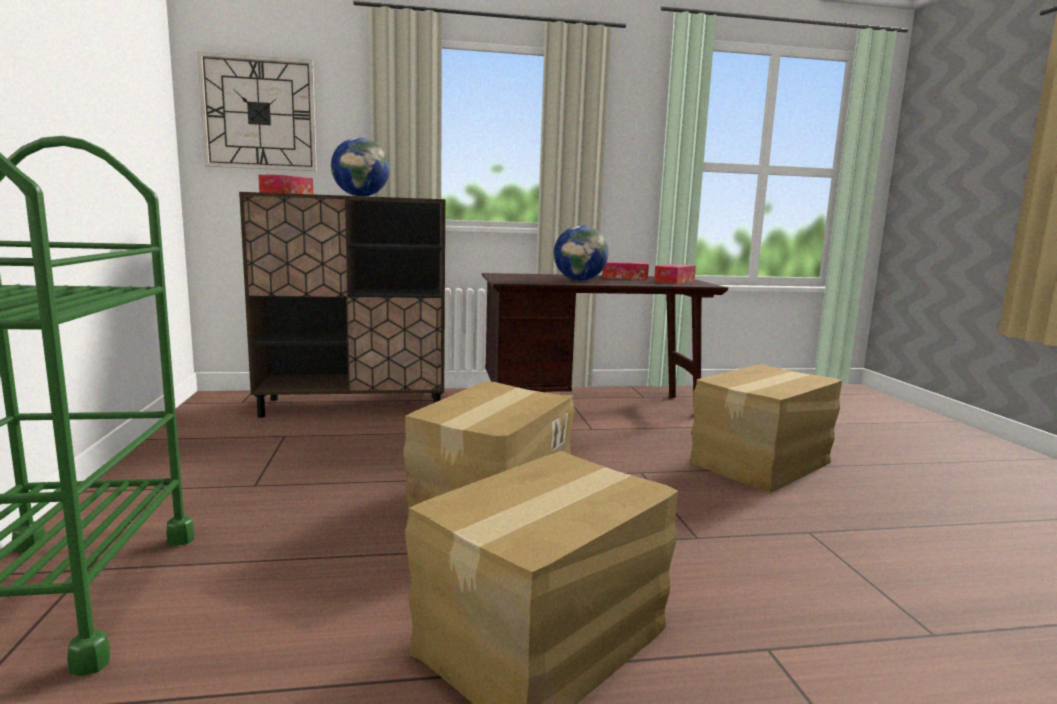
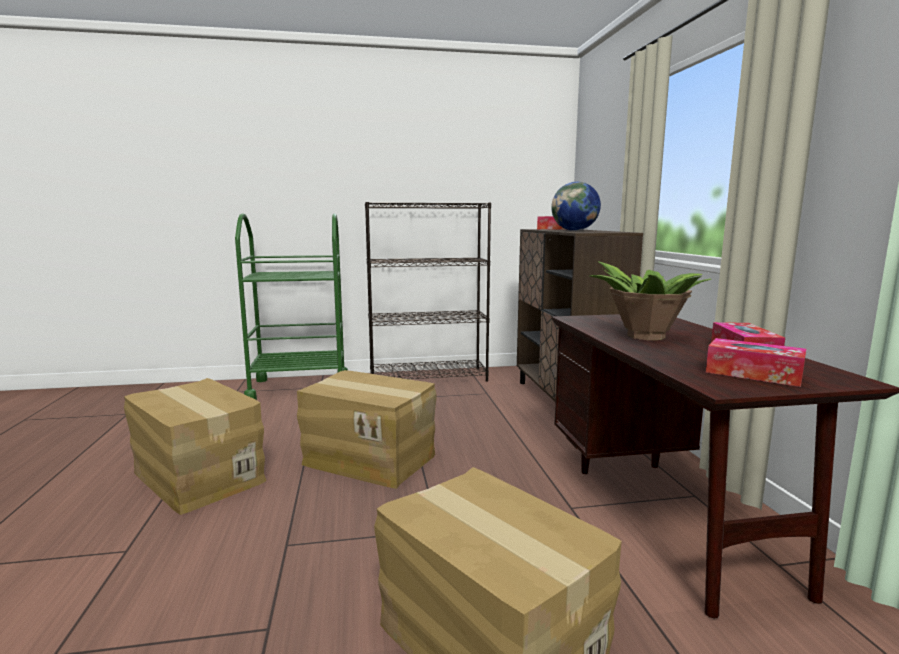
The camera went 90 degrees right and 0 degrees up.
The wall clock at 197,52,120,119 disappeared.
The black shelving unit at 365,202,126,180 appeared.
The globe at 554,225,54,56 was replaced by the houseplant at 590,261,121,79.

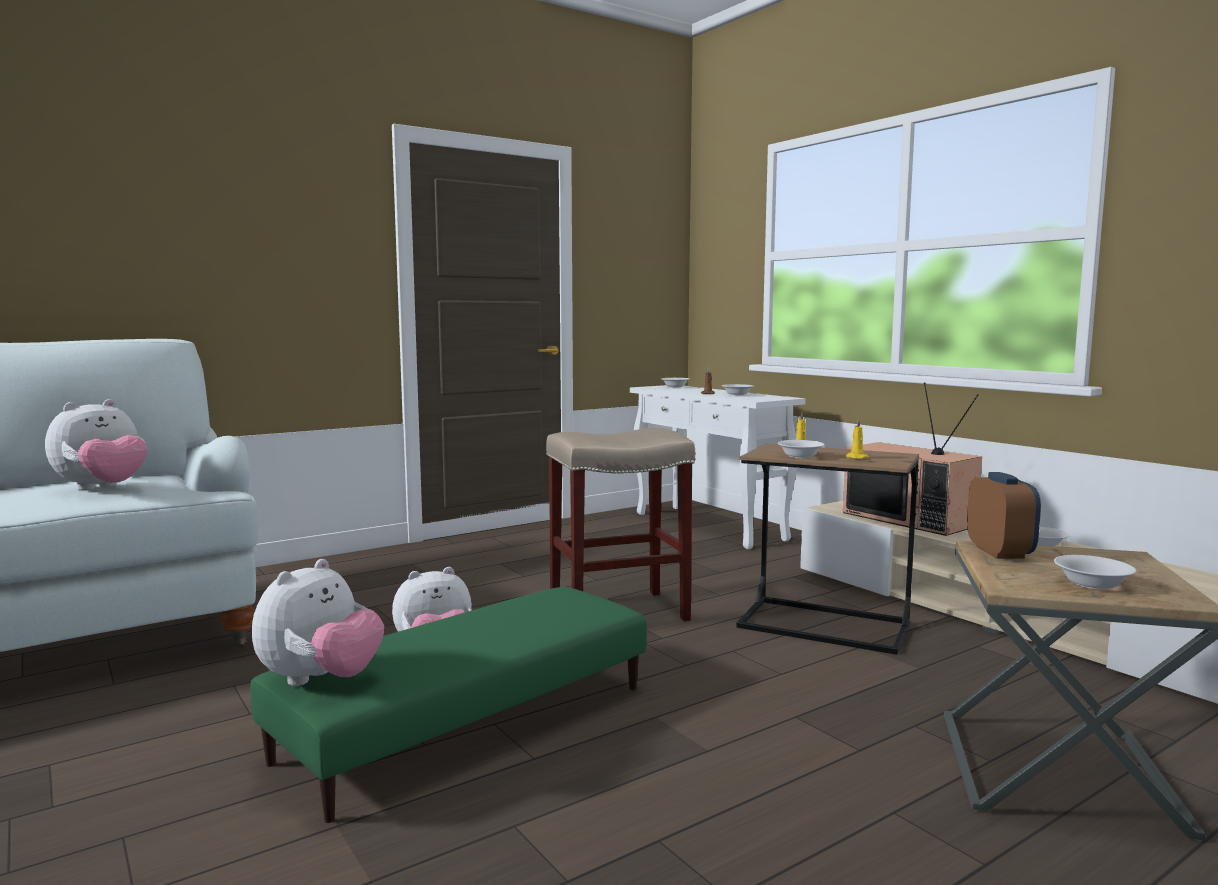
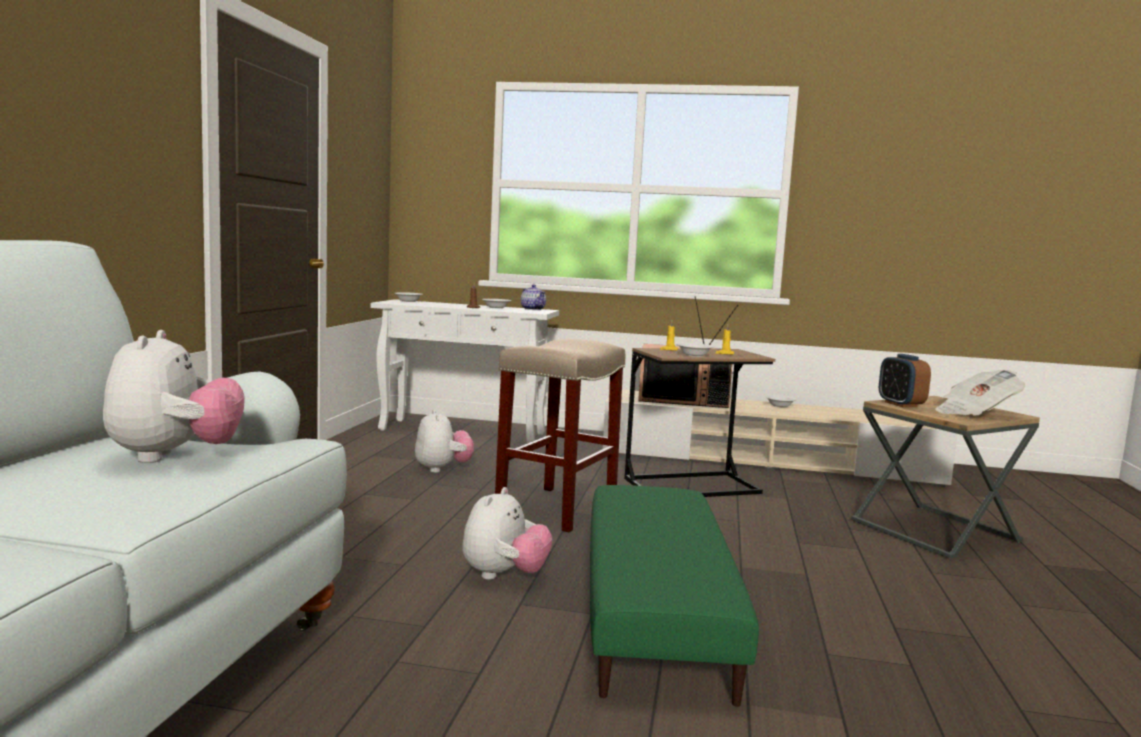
The camera went 45 degrees left and 0 degrees up.
The tea pot at 521,284,25,26 appeared.
The cuddly toy moved from 252,559,132,127 to 415,409,59,64.
The white deep dish at 1054,555,82,35 was replaced by the daily paper at 935,370,90,46.
The table clock at 967,472,74,87 turned 150 degrees counterclockwise.

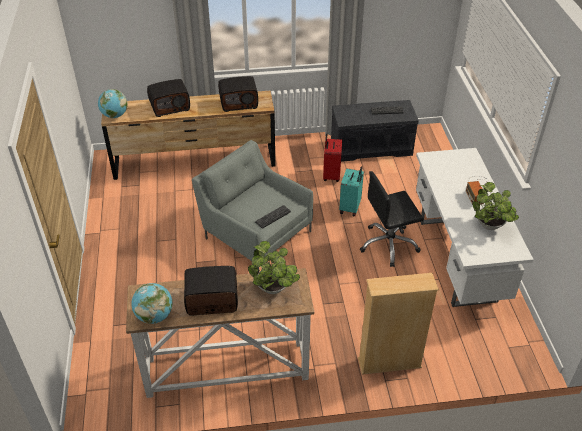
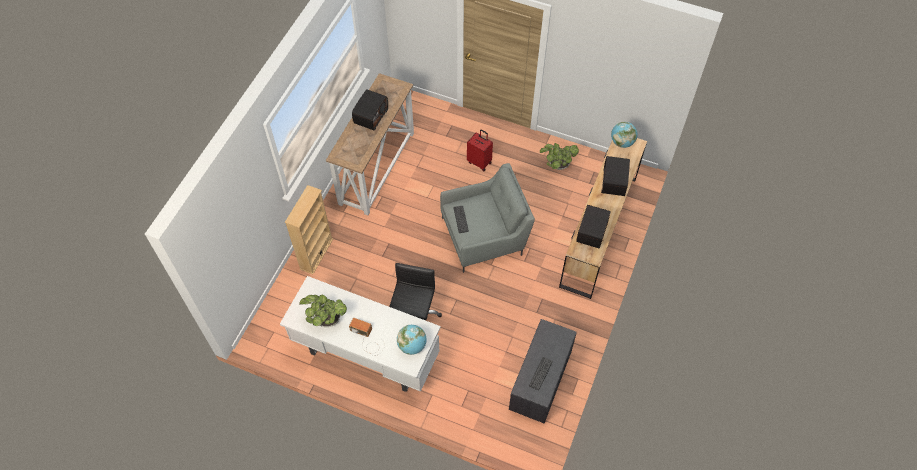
The camera went 120 degrees right and 15 degrees up.
The turquoise-coloured travel case at 339,166,25,51 disappeared.
The globe moved from 131,283,41,41 to 397,325,29,30.
The houseplant moved from 248,241,52,53 to 540,143,39,27.
The reddish travel case moved from 323,134,19,48 to 467,129,26,42.

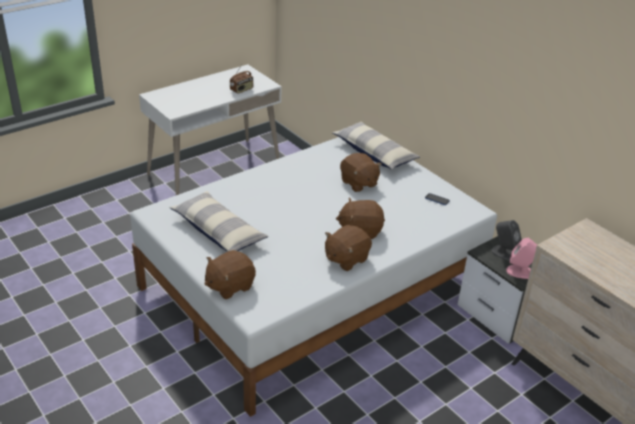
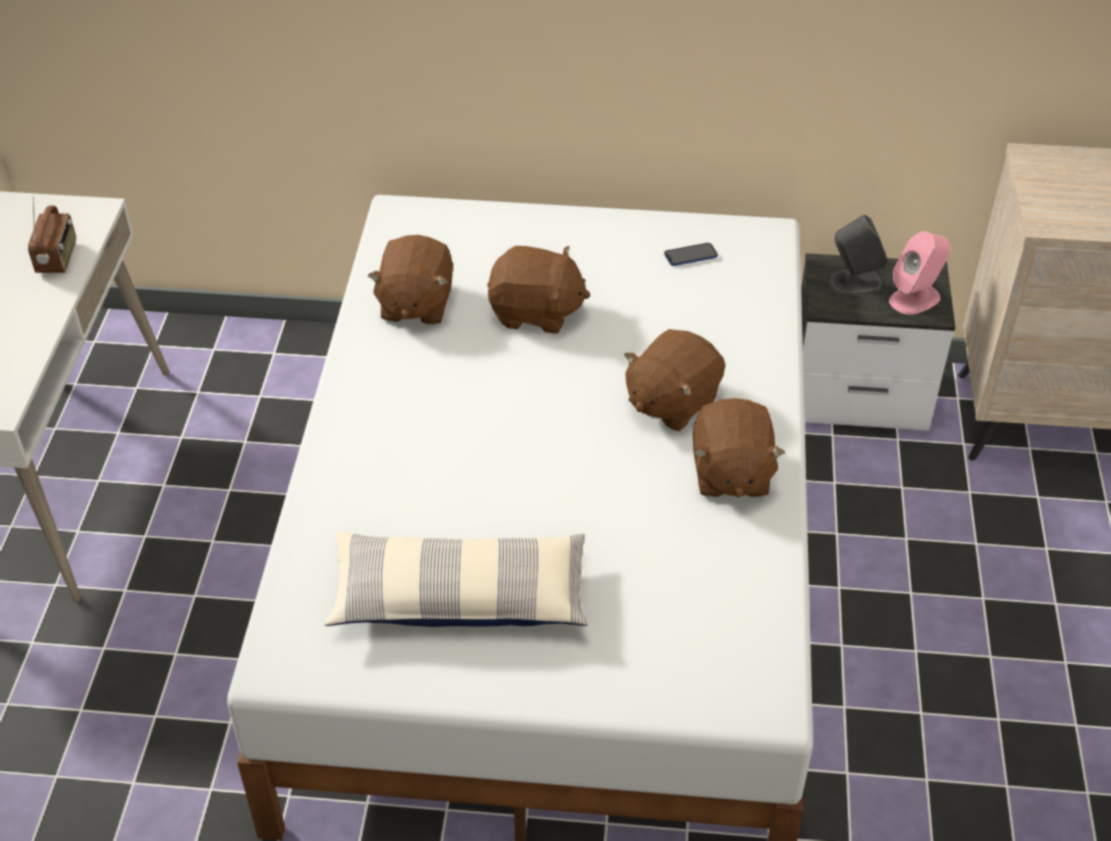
The camera went 45 degrees left and 10 degrees up.
The throw pillow at 332,122,88,48 disappeared.
The brown-coloured cuddly toy moved from 204,250,52,49 to 368,235,85,90.

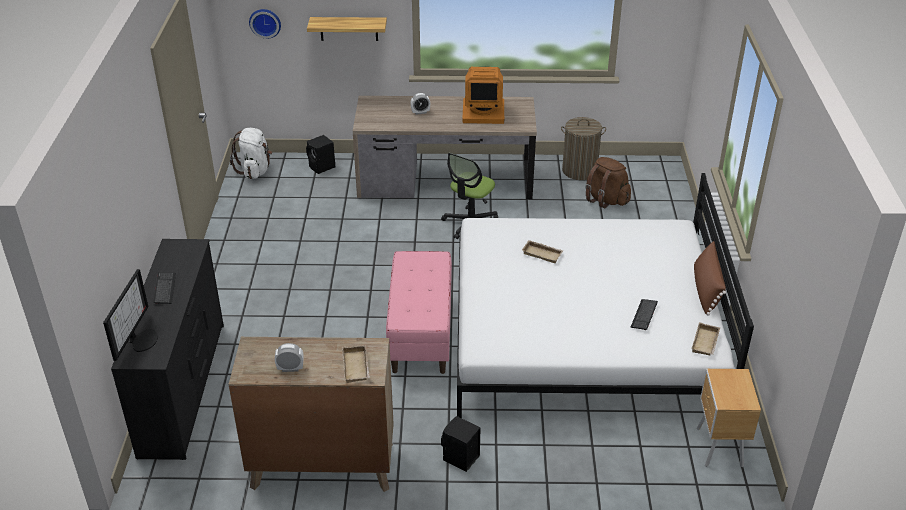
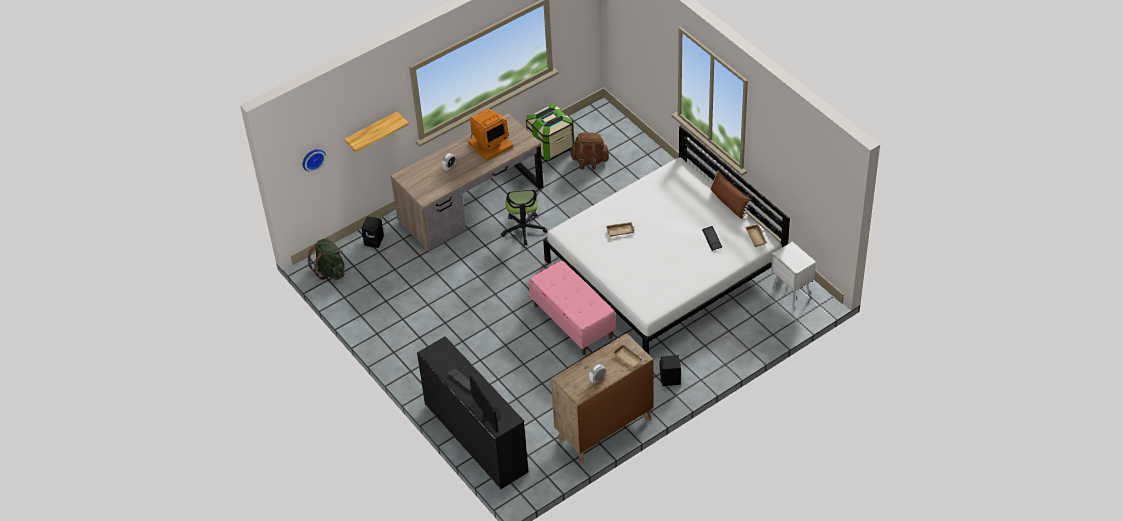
The camera went 35 degrees left and 10 degrees up.
The hamper at 561,117,45,63 was replaced by the storage bin at 526,104,48,57.
The white backpack at 230,128,42,51 became the greenish backpack at 308,238,37,42.
The brown-coloured nightstand at 697,369,64,98 became the white nightstand at 771,242,45,65.

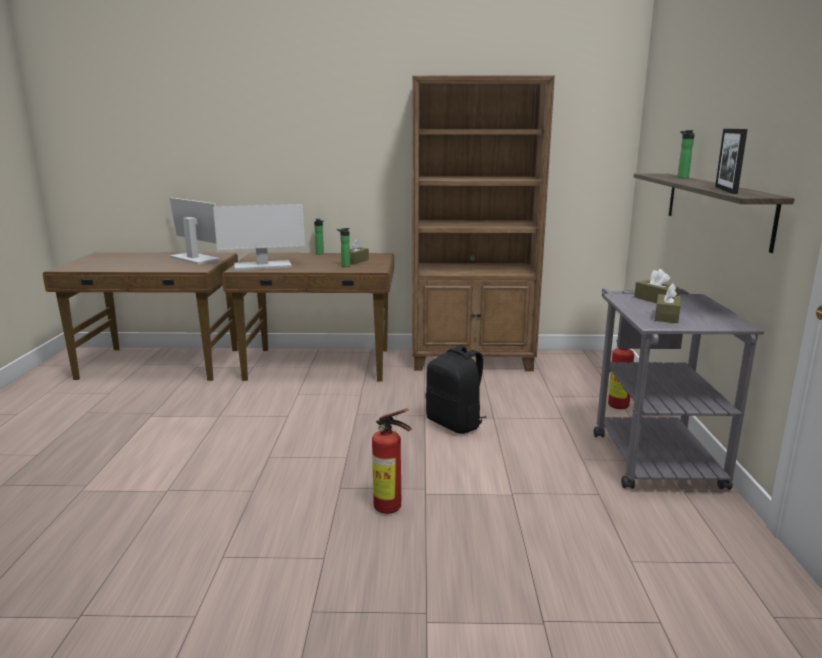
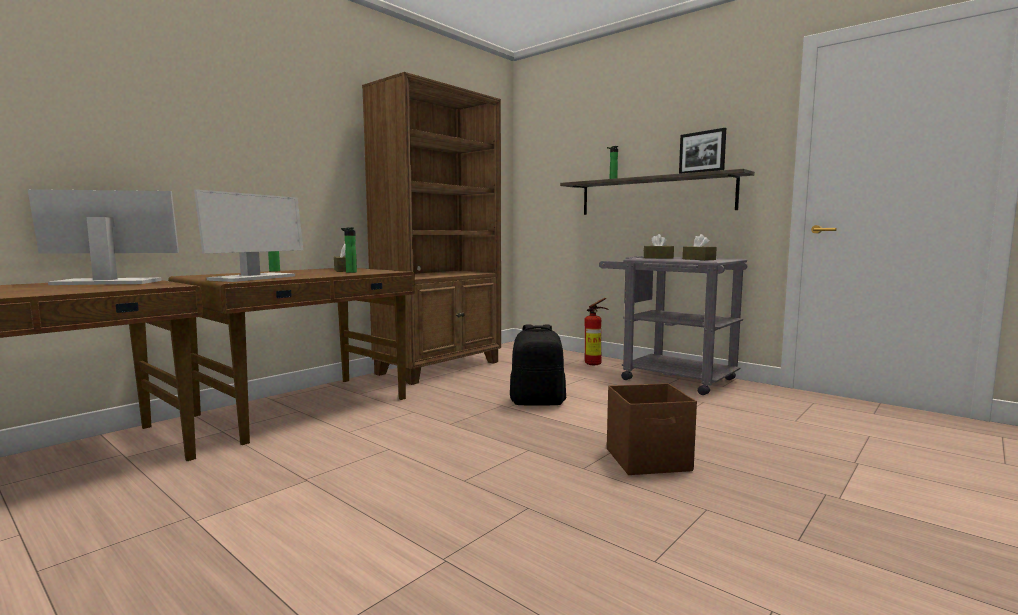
The camera went 50 degrees left and 10 degrees down.
The fire extinguisher at 372,408,40,106 was replaced by the brown-coloured storage bin at 607,383,90,92.

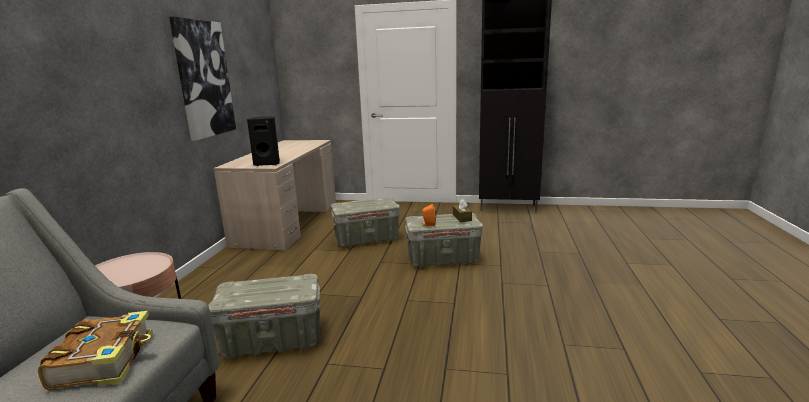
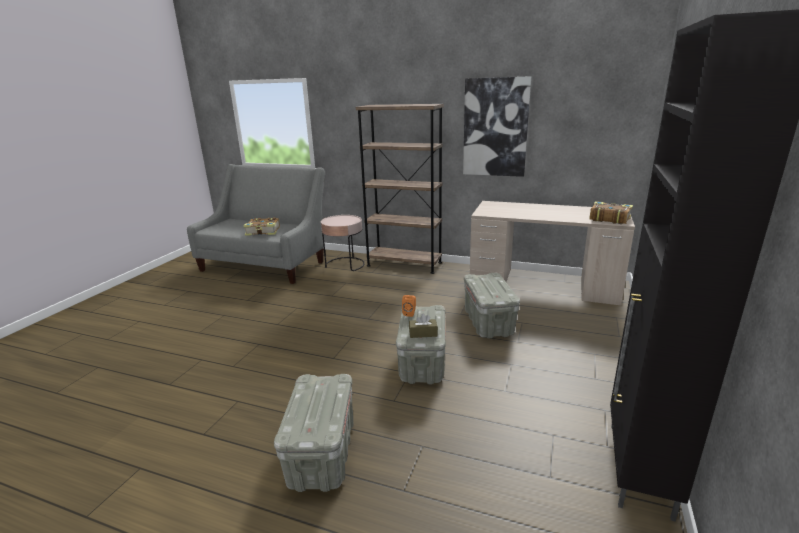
The camera went 100 degrees right and 5 degrees up.
The black loudspeaker at 247,116,33,50 disappeared.
The brown-coloured shelving unit at 356,104,88,170 appeared.
The book at 589,201,44,23 appeared.
The grey storage bin moved from 208,274,112,85 to 274,374,79,118.

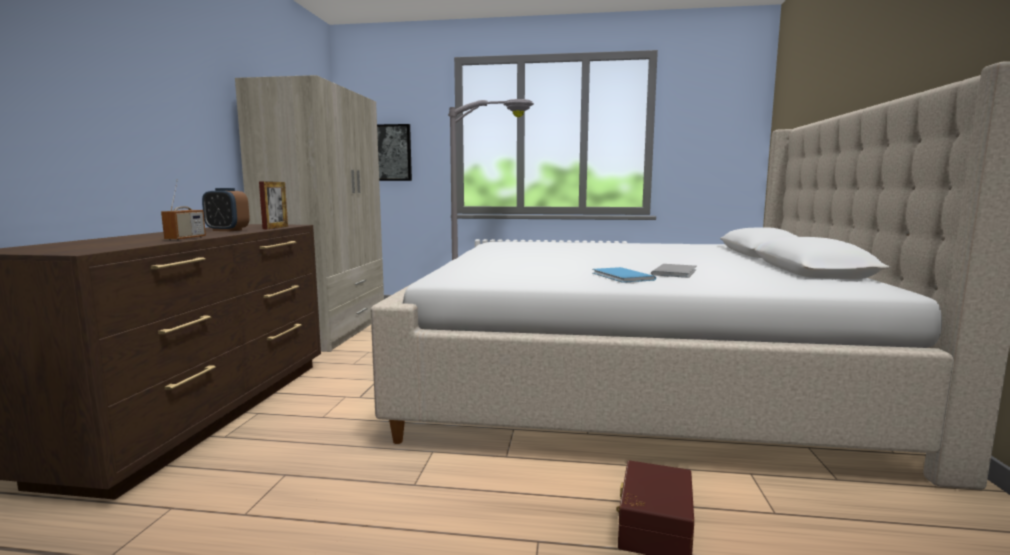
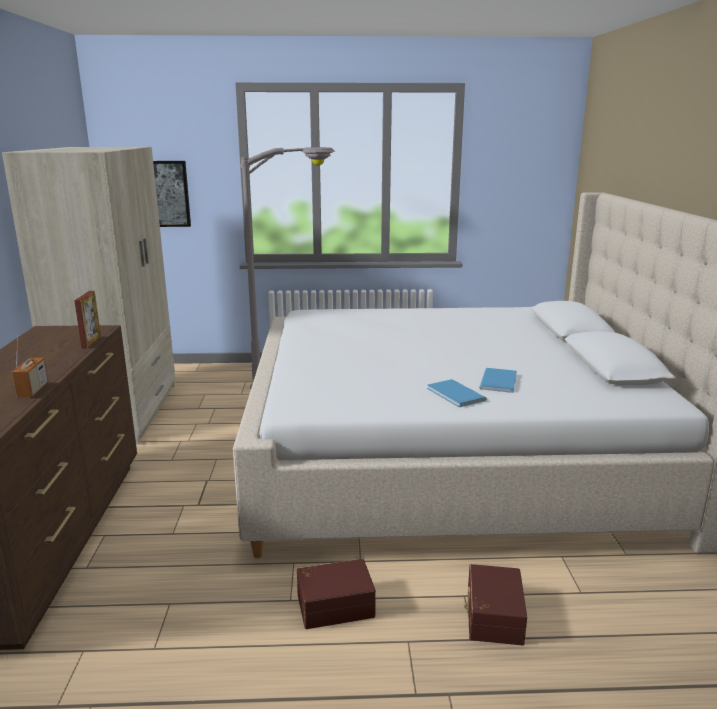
The camera went 10 degrees left and 10 degrees up.
The table clock at 202,188,48,43 disappeared.
The brown-coloured storage bin at 297,559,79,70 appeared.
The grey book at 651,264,45,14 became the blue book at 480,368,37,25.

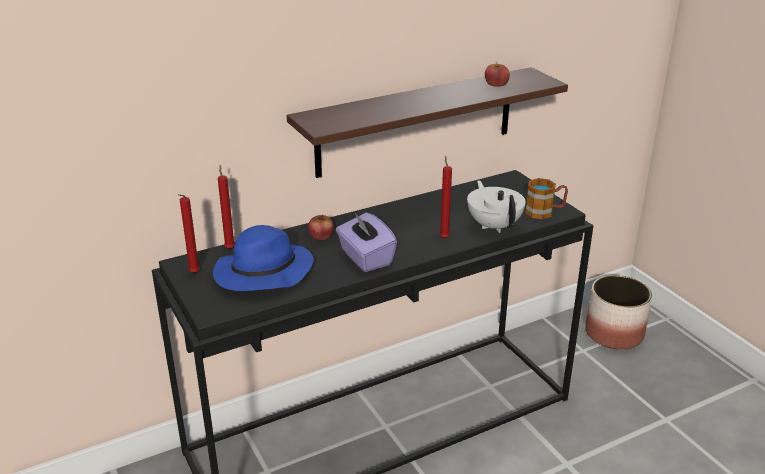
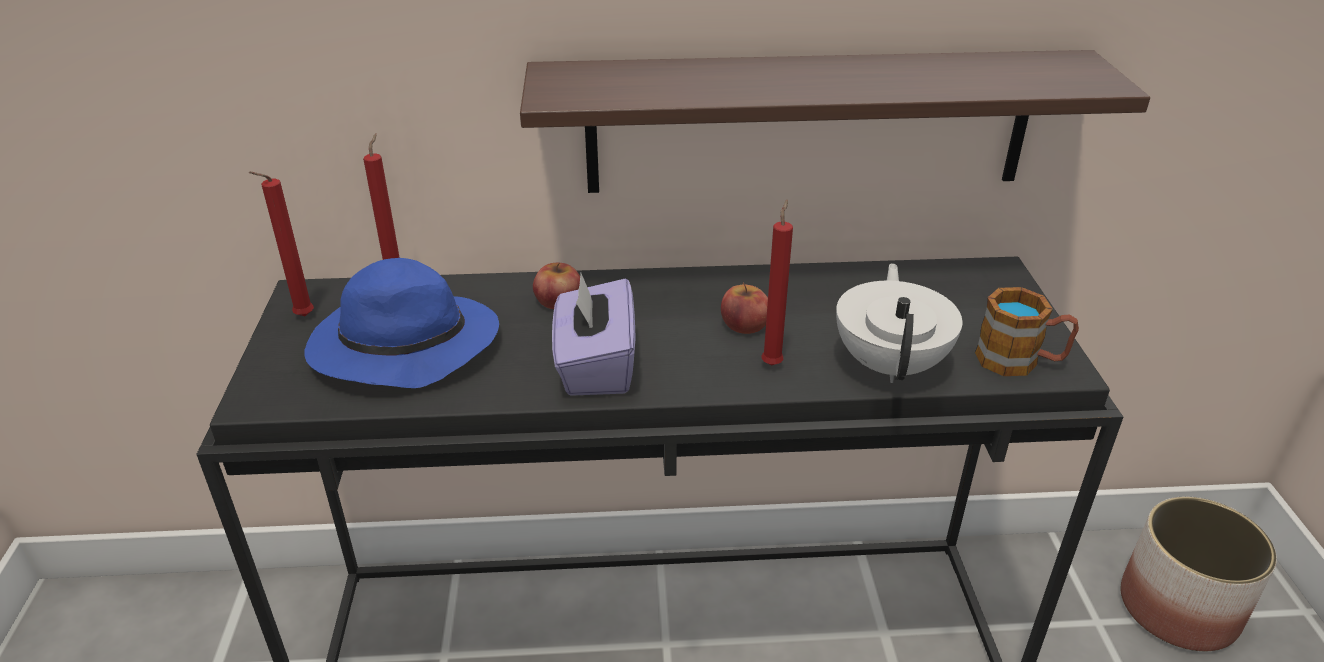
The camera went 25 degrees right and 5 degrees up.
The whole apple moved from 485,62,25,25 to 721,283,47,51.

